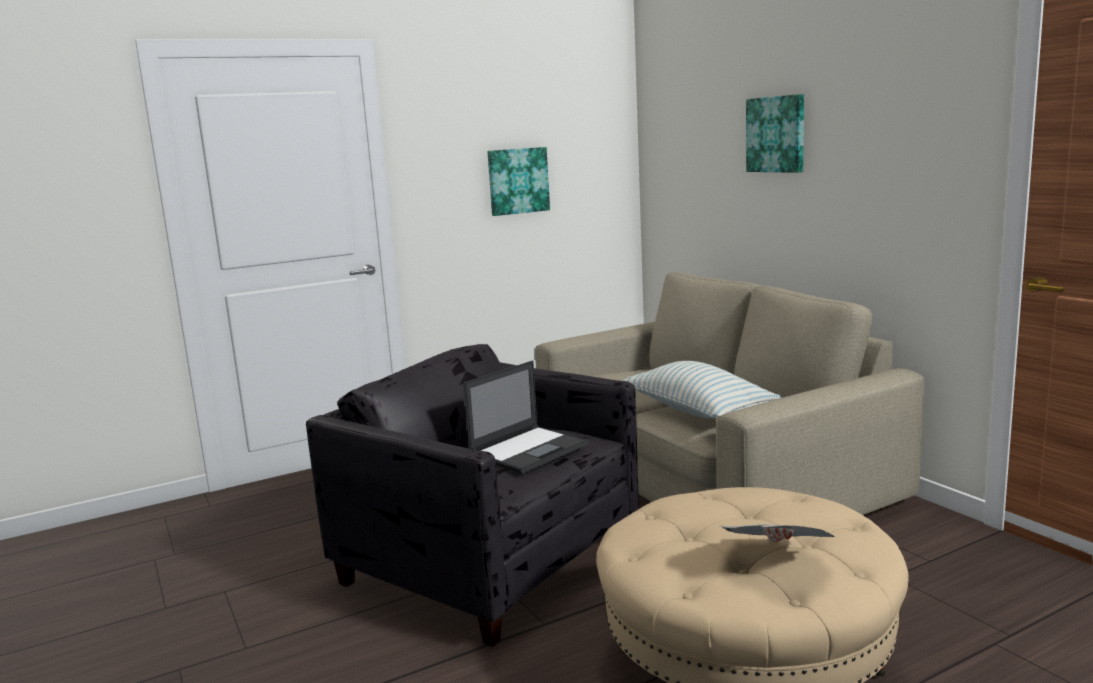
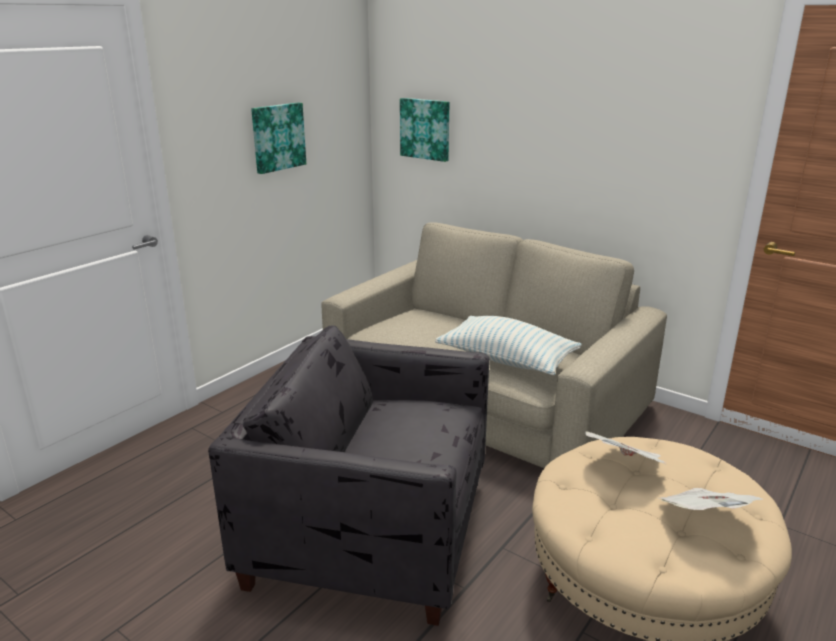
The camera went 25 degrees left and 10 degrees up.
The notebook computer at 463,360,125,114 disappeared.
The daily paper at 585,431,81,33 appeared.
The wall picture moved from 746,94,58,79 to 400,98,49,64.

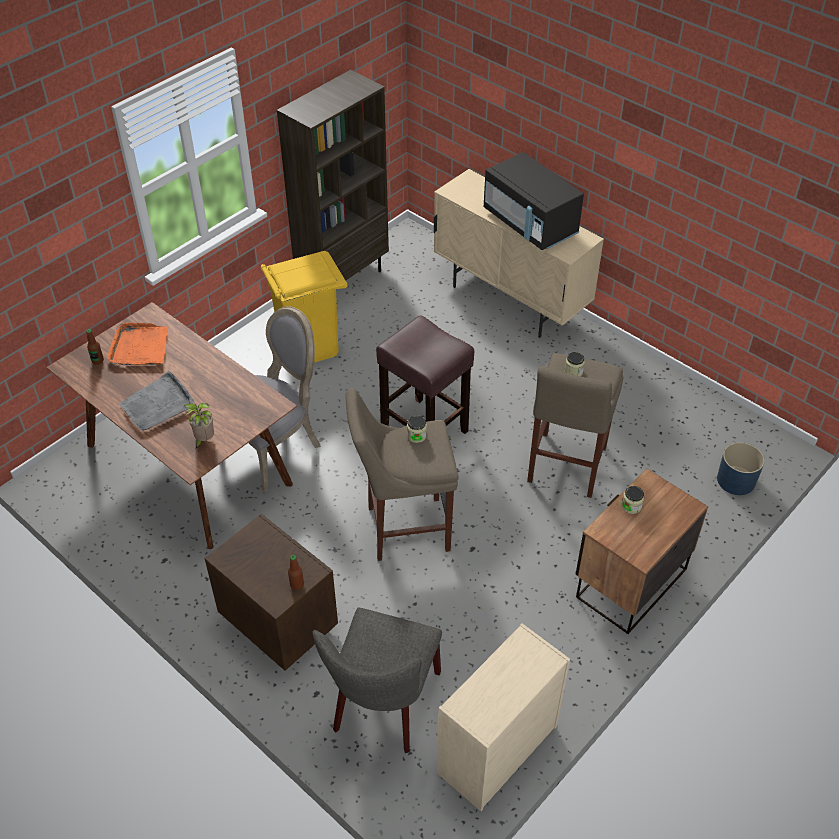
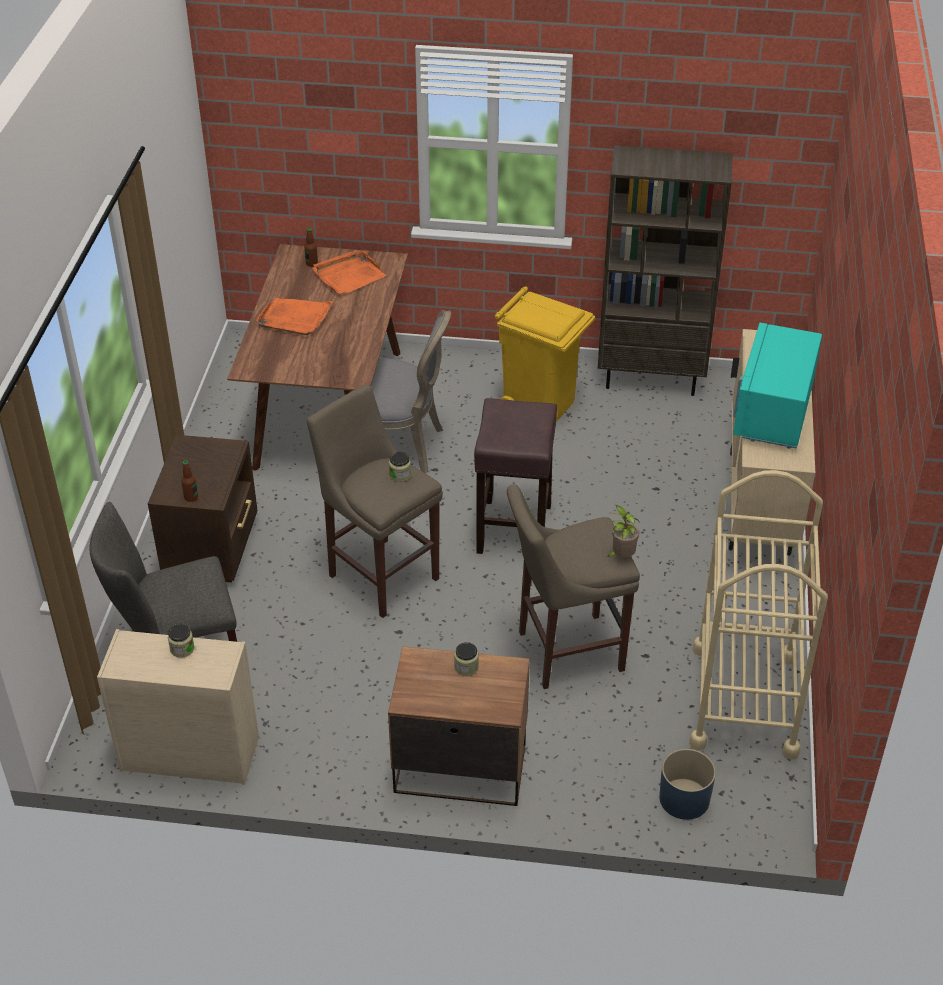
The camera went 55 degrees right and 5 degrees down.
The beige wheeled cart at 689,470,139,290 appeared.
The houseplant moved from 184,403,30,45 to 607,505,33,52.
The jar moved from 565,352,20,24 to 168,624,26,34.
The grey serving tray at 119,371,75,60 became the orangey serving tray at 256,298,77,37.
The black kitchen microwave at 484,152,100,98 became the turquoise-coloured kitchen microwave at 733,323,89,126.

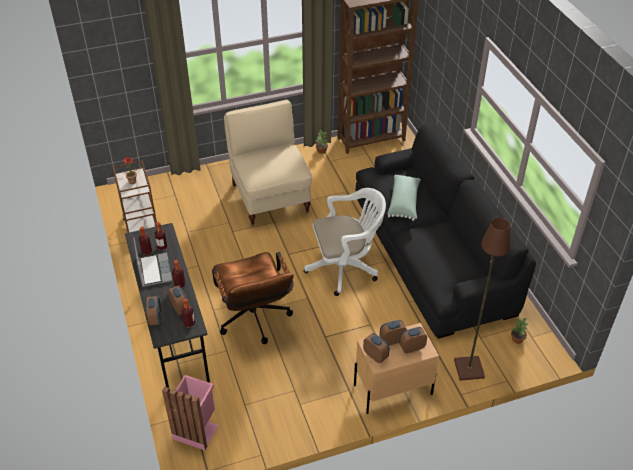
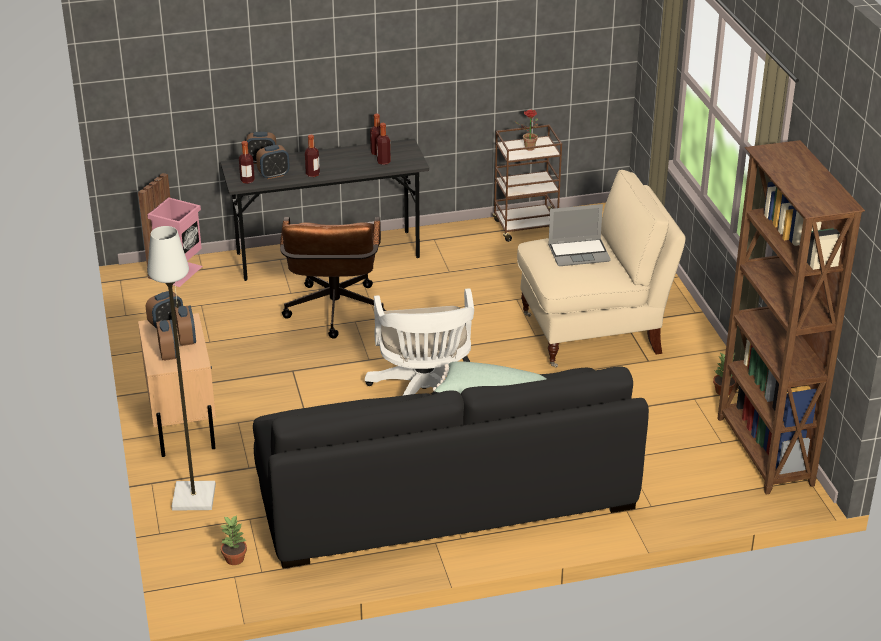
The camera went 95 degrees right and 10 degrees down.
The notebook computer moved from 133,237,39,50 to 548,204,63,62.
The brown-coloured standing lamp at 454,218,56,163 became the grey standing lamp at 147,226,69,285.
The brown-coloured computer chair at 212,252,82,92 turned 75 degrees counterclockwise.

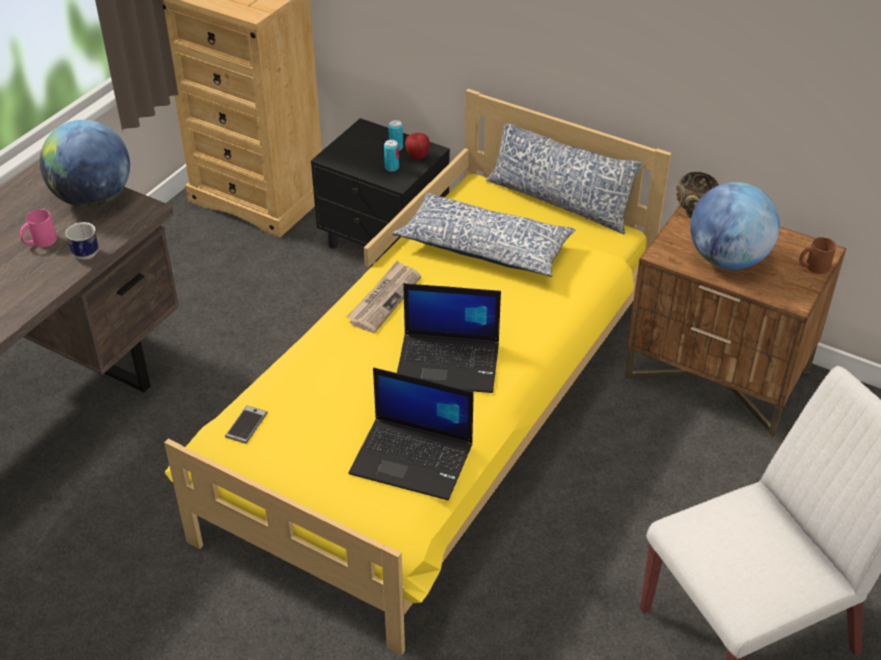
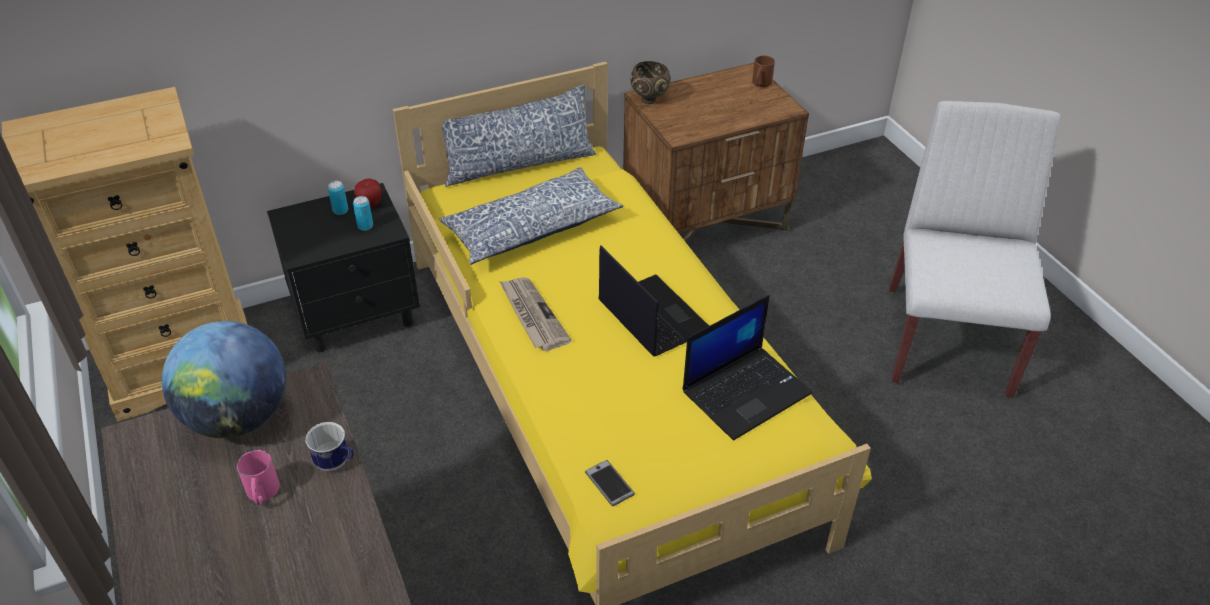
The camera went 55 degrees left and 0 degrees up.
The globe at 690,182,90,88 disappeared.
The notebook computer at 397,283,104,110 turned 75 degrees counterclockwise.

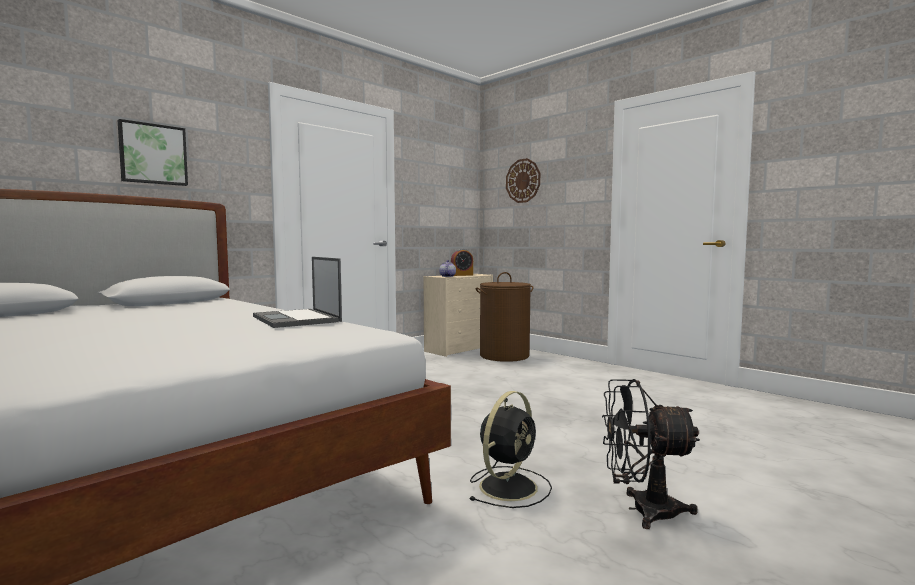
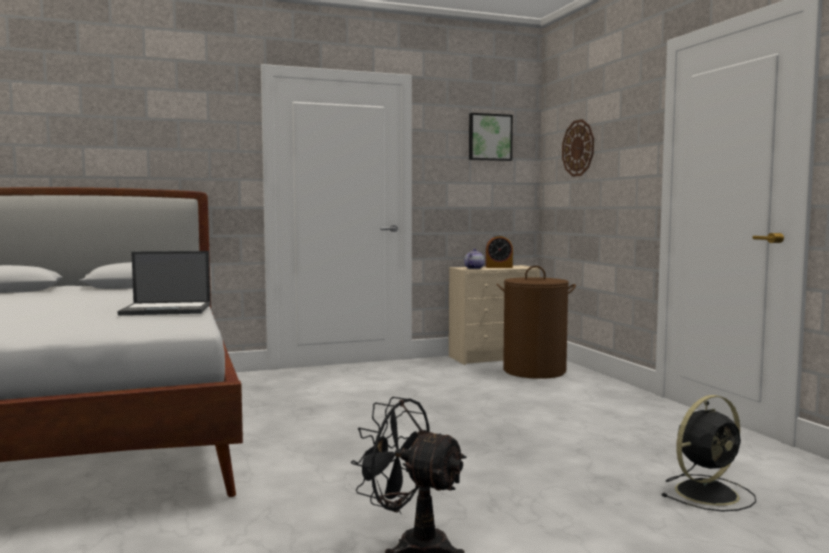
The camera went 25 degrees right and 0 degrees up.
The wall picture moved from 118,119,70,67 to 469,113,44,48.
The black cooling fan moved from 469,391,83,117 to 661,395,95,117.
The notebook computer at 253,257,89,71 turned 90 degrees counterclockwise.

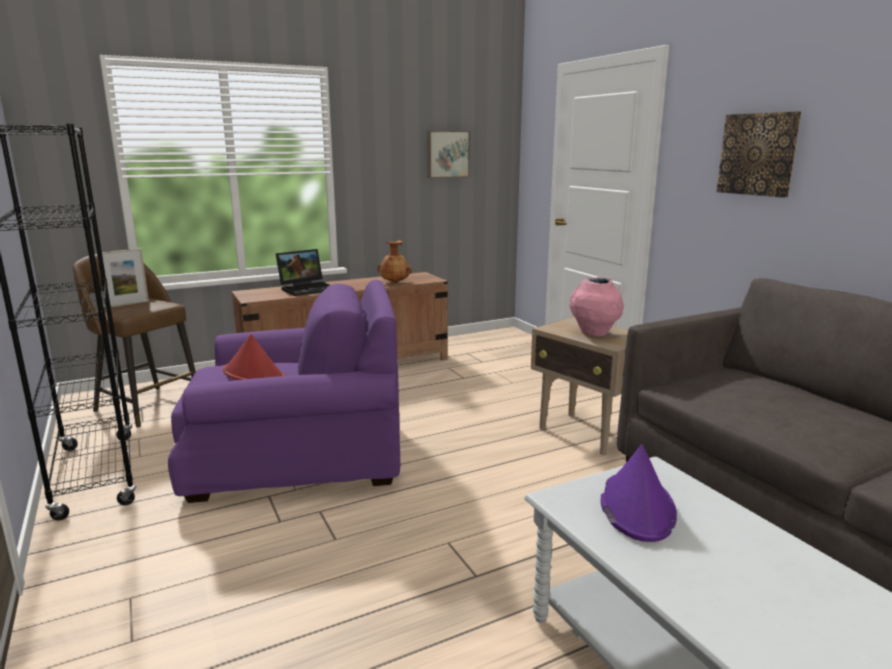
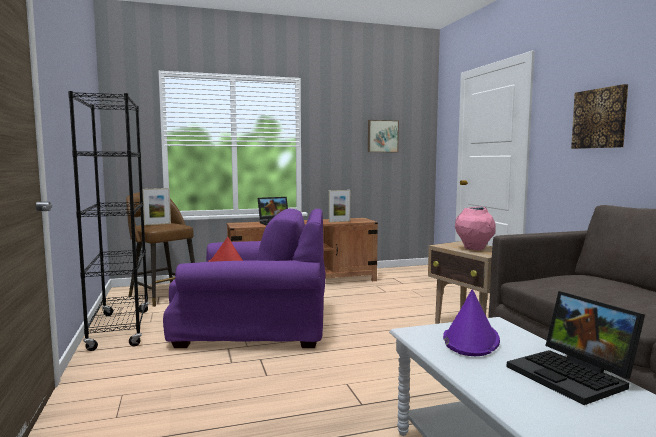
The camera went 10 degrees right and 10 degrees down.
The notebook computer at 507,291,138,114 appeared.
The brown-coloured flower vase at 377,240,35,43 was replaced by the picture frame at 329,190,21,32.

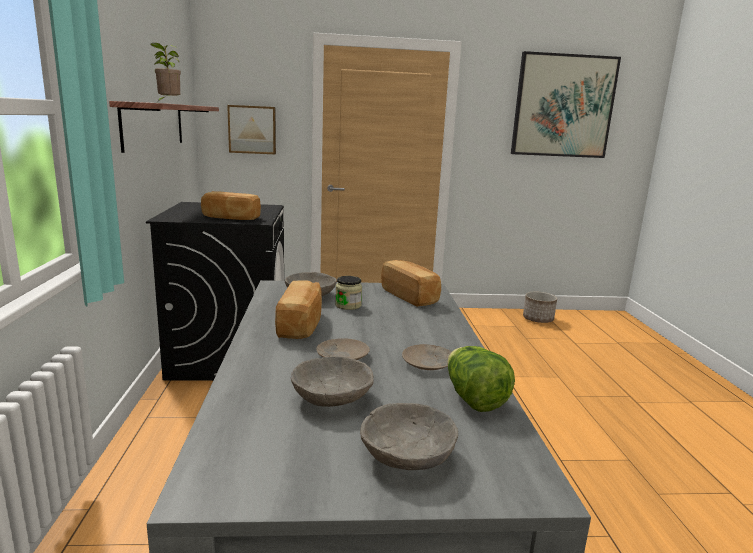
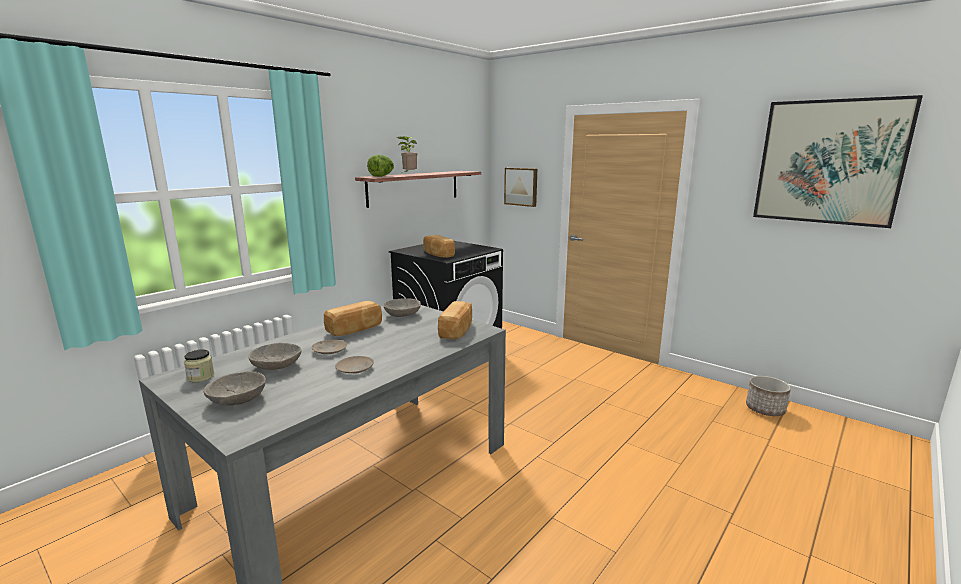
The camera went 45 degrees right and 0 degrees up.
The jar moved from 335,276,27,34 to 184,349,30,33.
The lettuce head moved from 447,346,68,66 to 367,155,27,22.

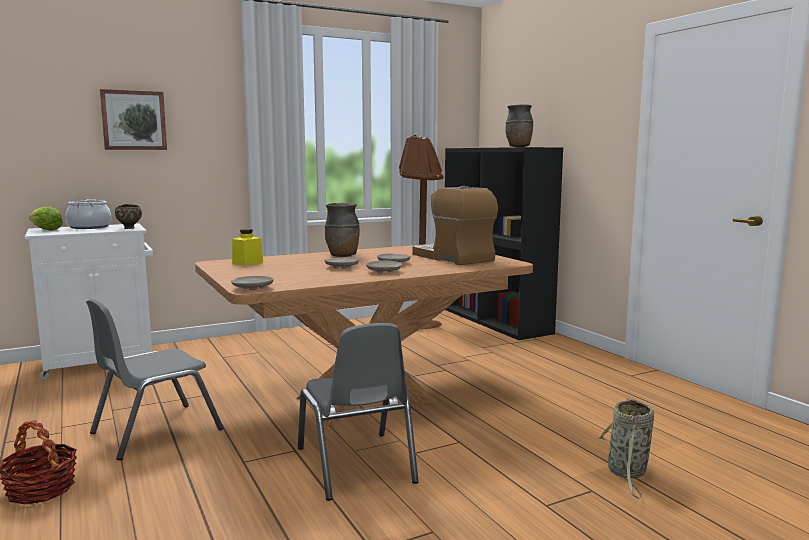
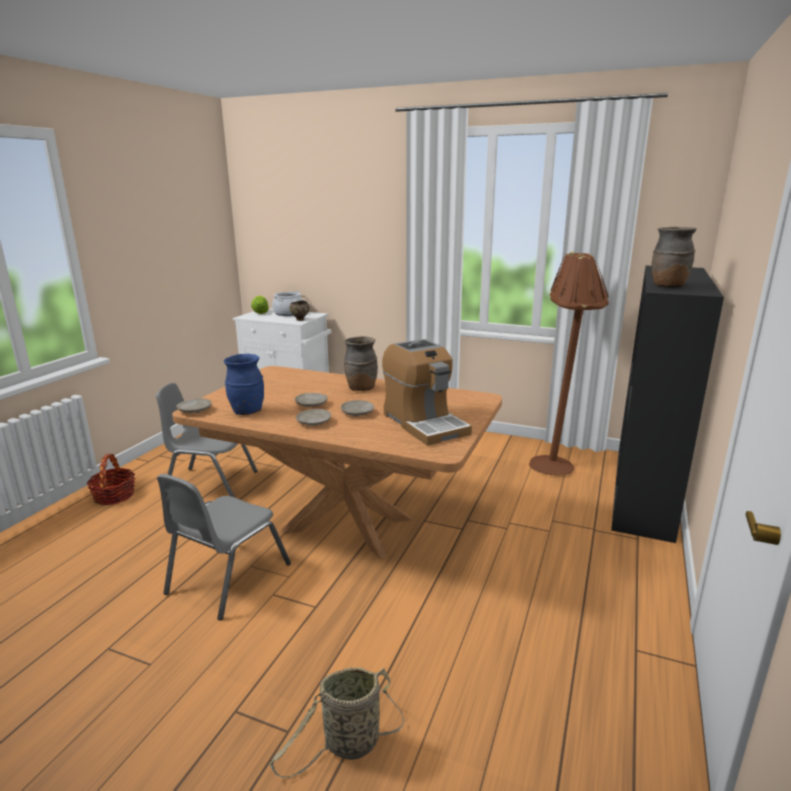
The camera went 50 degrees right and 10 degrees up.
The wall picture at 100,89,67,61 disappeared.
The yellowish jar at 232,229,31,37 disappeared.
The blue flower vase at 223,354,41,61 appeared.
The coffee maker at 412,186,86,79 turned 135 degrees clockwise.

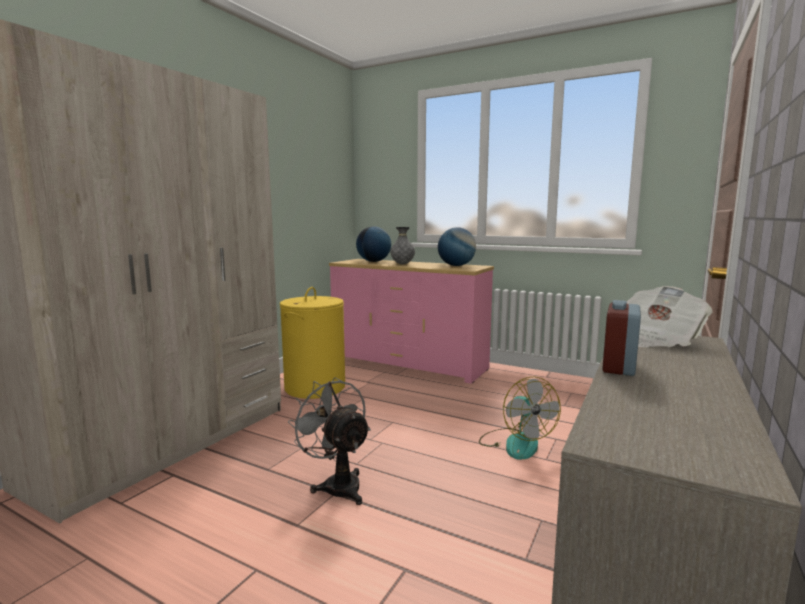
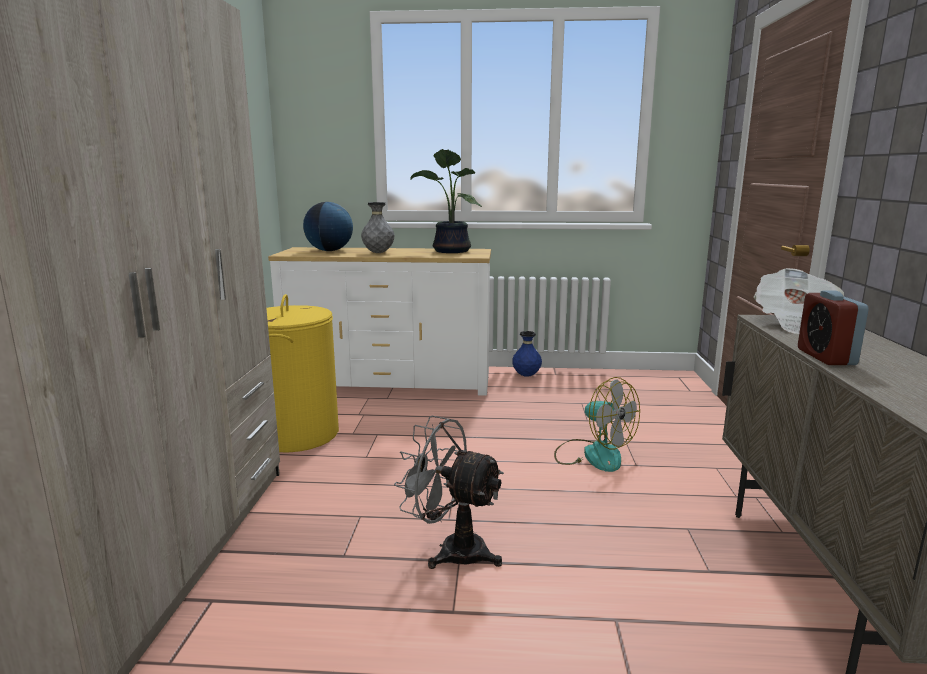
The camera went 25 degrees left and 5 degrees up.
The blue flower vase at 512,331,30,46 appeared.
The globe at 438,227,38,39 was replaced by the houseplant at 410,149,72,104.
The pinkish drawer chest at 329,259,165,125 became the white drawer chest at 268,247,223,149.

